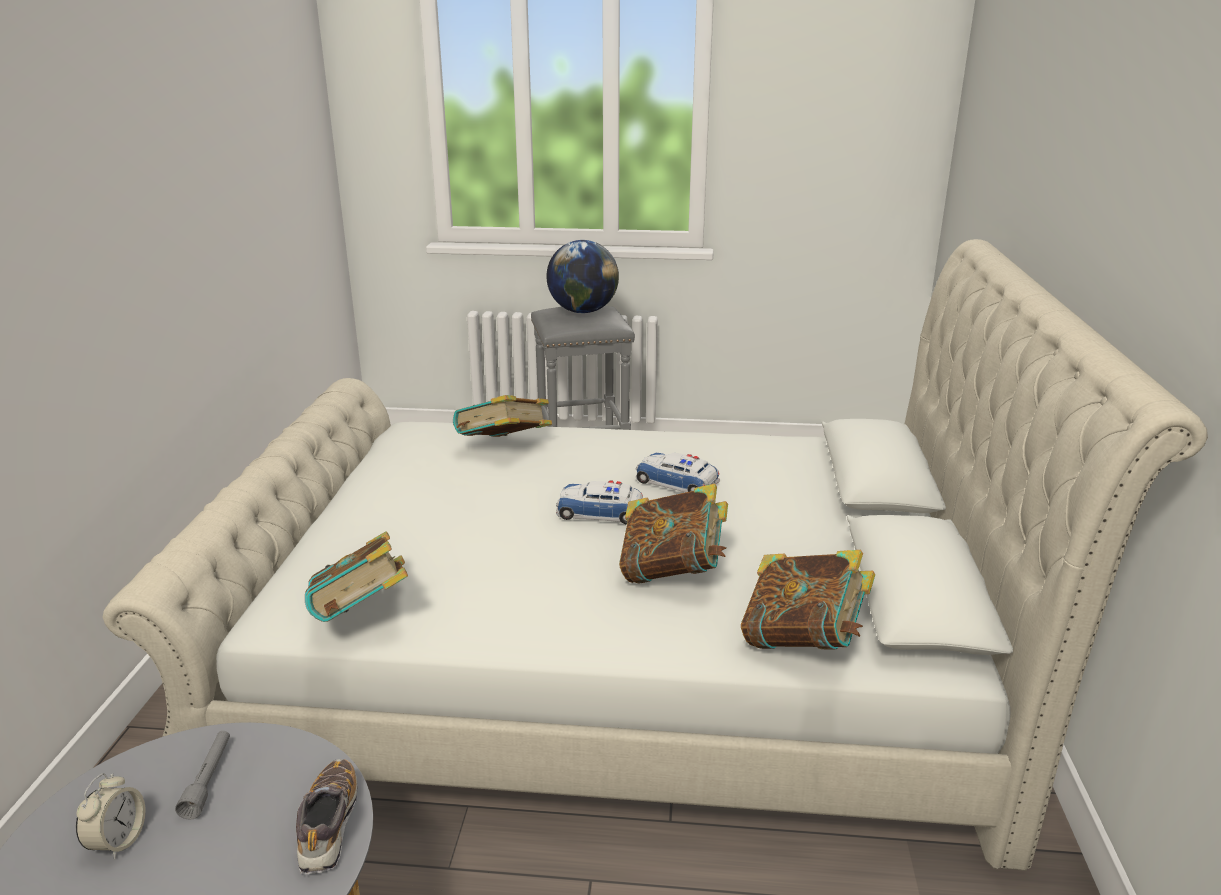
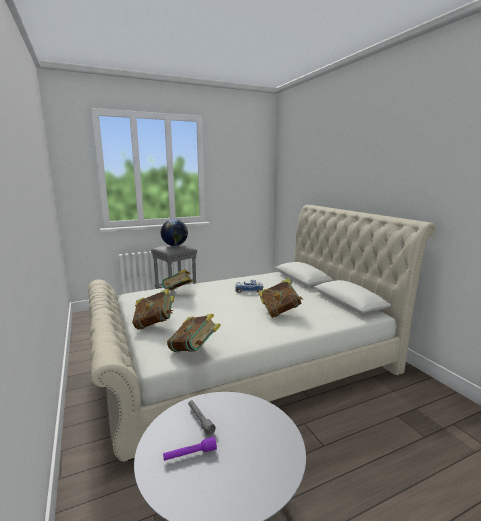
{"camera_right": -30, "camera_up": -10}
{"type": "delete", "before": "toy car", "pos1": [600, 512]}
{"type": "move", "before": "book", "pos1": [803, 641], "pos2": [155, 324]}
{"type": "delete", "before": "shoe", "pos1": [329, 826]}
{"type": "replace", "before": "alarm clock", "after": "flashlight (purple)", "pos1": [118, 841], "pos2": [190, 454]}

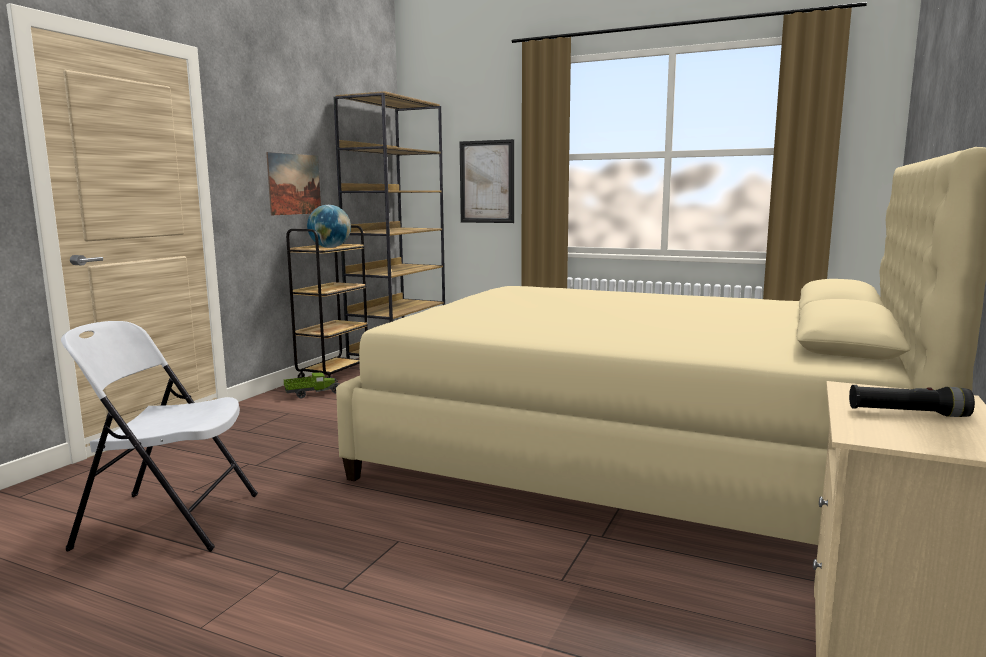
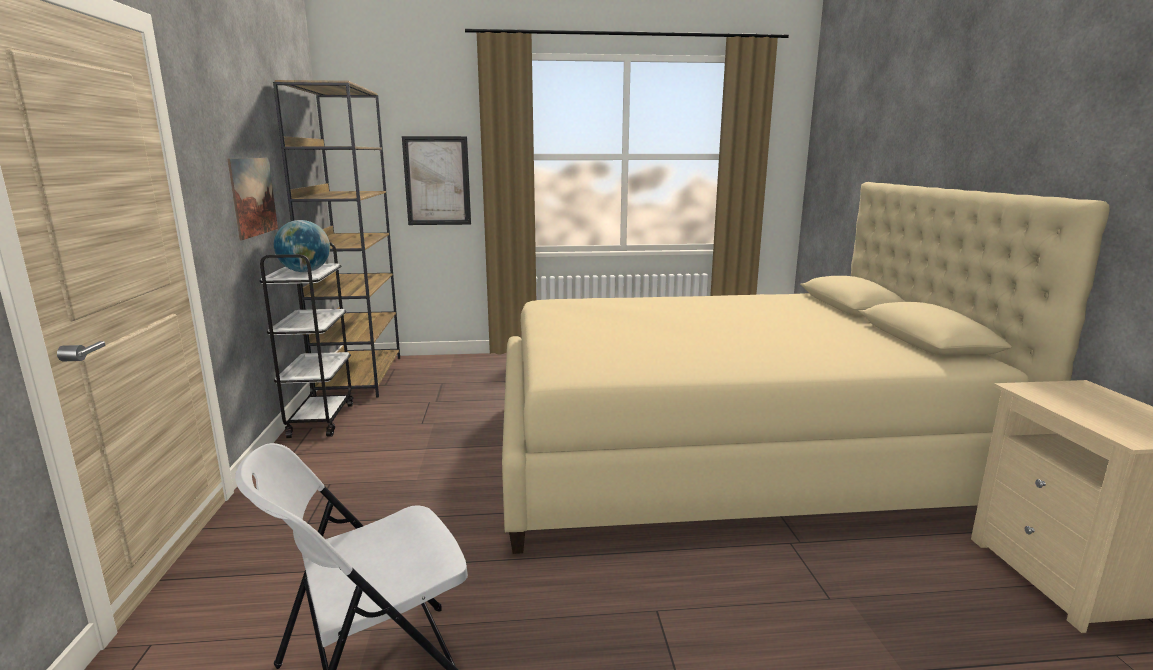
{"camera_right": -30, "camera_up": 5}
{"type": "recolor", "before": "cart (brown)", "after": "cart (white)", "pos1": [333, 376], "pos2": [320, 420]}
{"type": "delete", "before": "toy truck", "pos1": [312, 393]}
{"type": "delete", "before": "flashlight (black)", "pos1": [907, 413]}

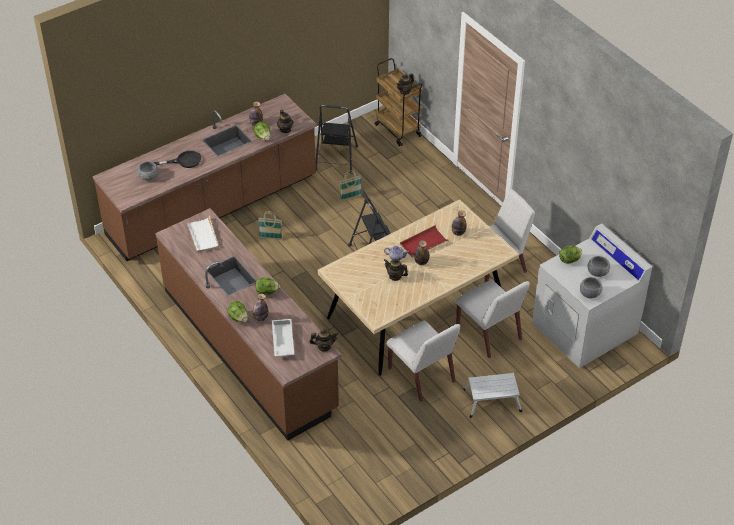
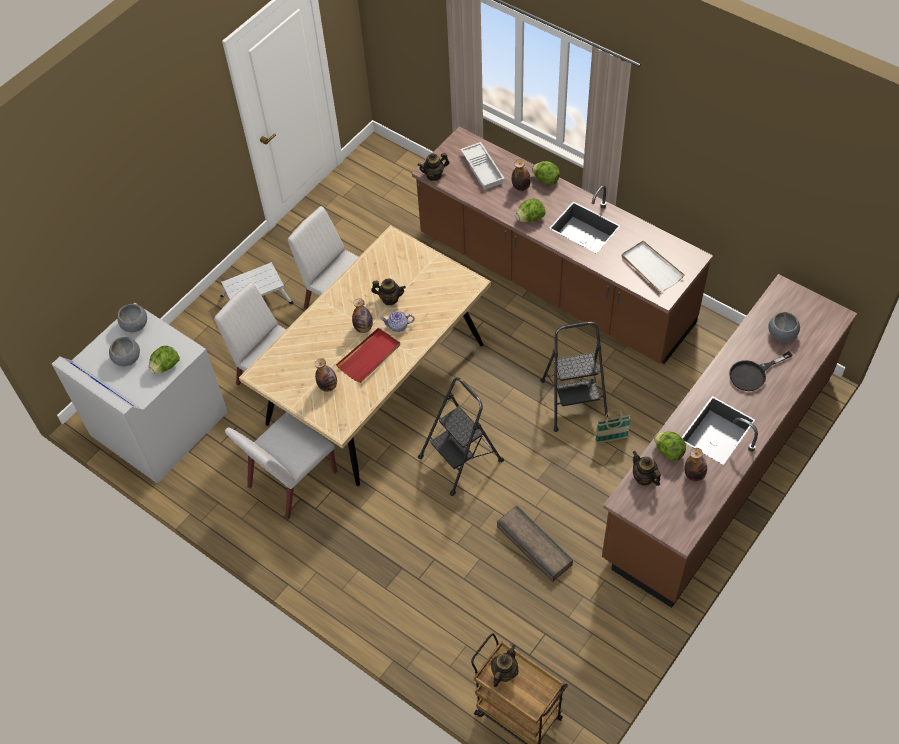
{"camera_right": 165, "camera_up": 10}
{"type": "move", "before": "step ladder (black)", "pos1": [336, 158], "pos2": [574, 398]}
{"type": "replace", "before": "basket", "after": "crate", "pos1": [350, 197], "pos2": [534, 544]}

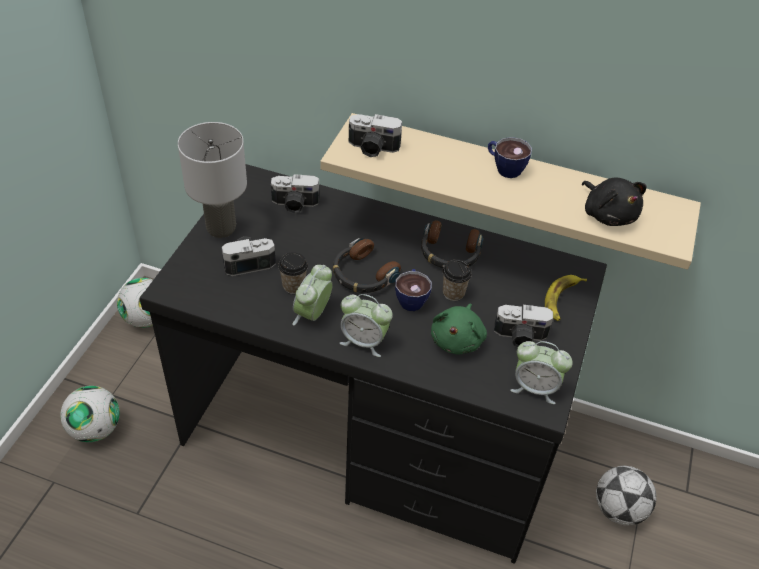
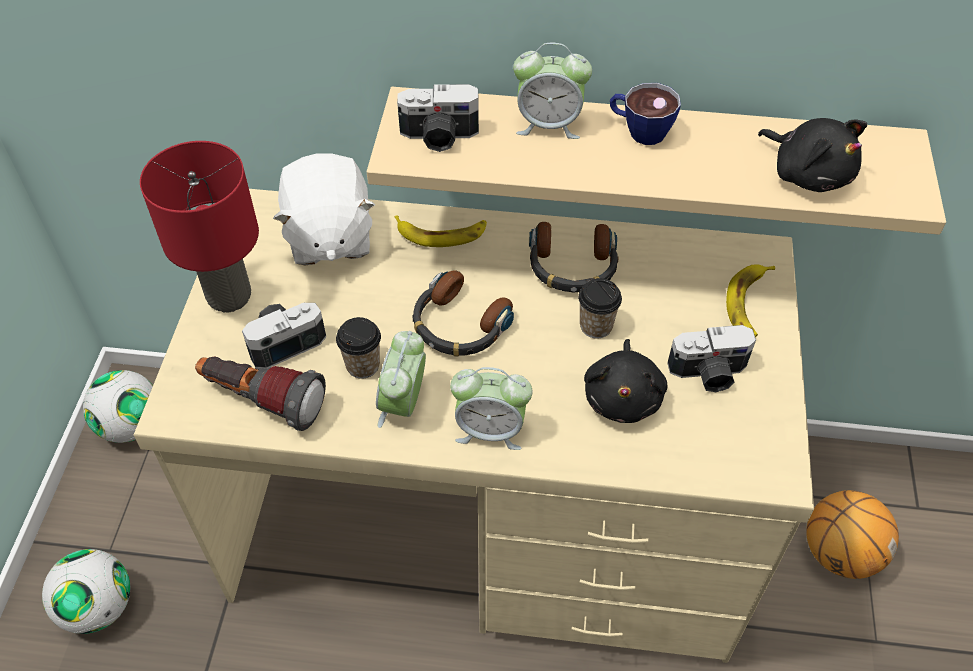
{"camera_right": -10, "camera_up": 5}
{"type": "recolor", "before": "table lamp (white)", "after": "table lamp (red)", "pos1": [221, 228], "pos2": [229, 296]}
{"type": "recolor", "before": "desk (black)", "after": "desk (beige)", "pos1": [372, 430], "pos2": [489, 518]}
{"type": "replace", "before": "photo camera", "after": "plush toy (white)", "pos1": [295, 205], "pos2": [328, 237]}
{"type": "delete", "before": "cup", "pos1": [411, 298]}
{"type": "recolor", "before": "plush toy (green)", "after": "plush toy (black)", "pos1": [457, 339], "pos2": [623, 397]}
{"type": "move", "before": "alarm clock", "pos1": [535, 387], "pos2": [549, 124]}
{"type": "replace", "before": "football", "after": "basketball", "pos1": [618, 509], "pos2": [839, 553]}
{"type": "insert", "after": "banana", "pos2": [441, 234]}
{"type": "insert", "after": "flashlight", "pos2": [262, 401]}

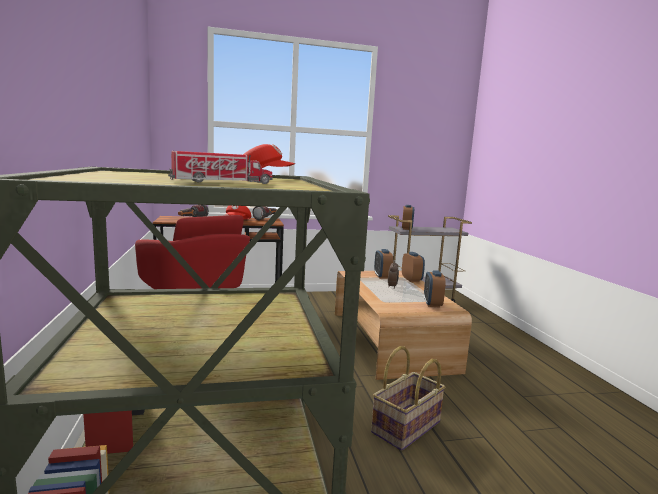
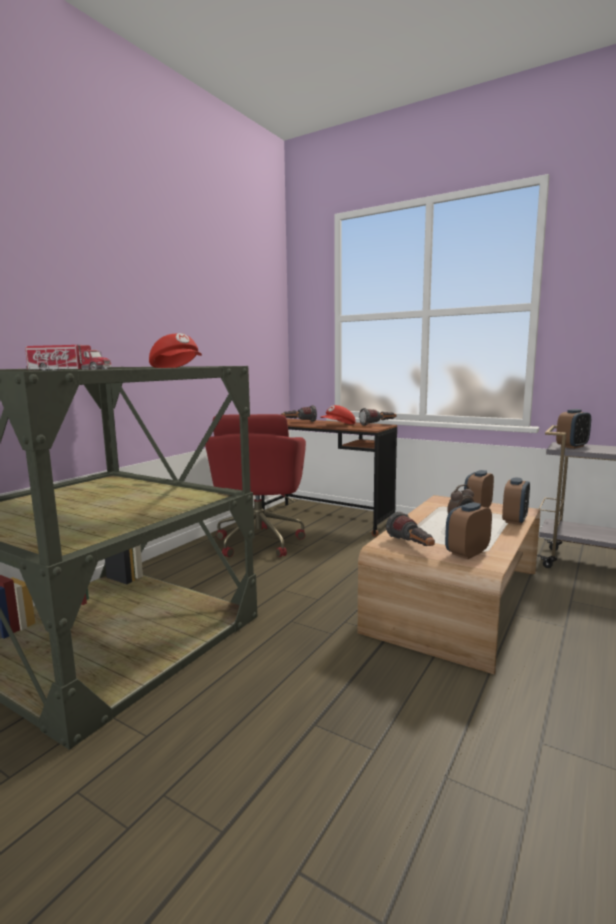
{"camera_right": 45, "camera_up": 0}
{"type": "delete", "before": "basket", "pos1": [407, 428]}
{"type": "insert", "after": "flashlight", "pos2": [412, 546]}

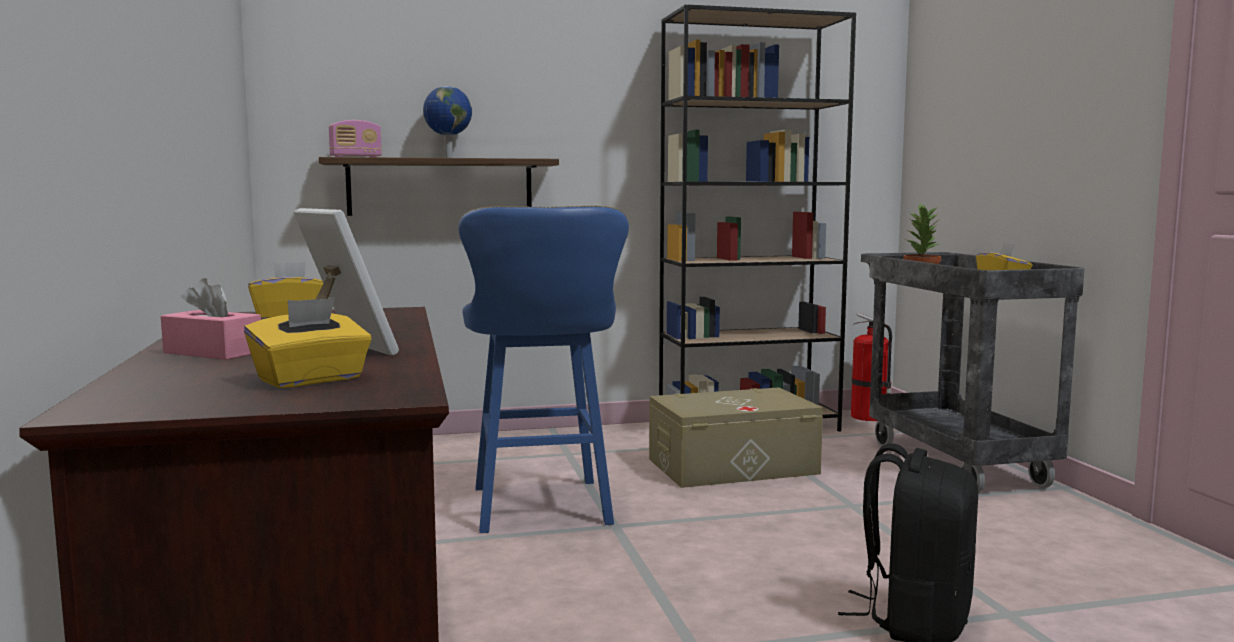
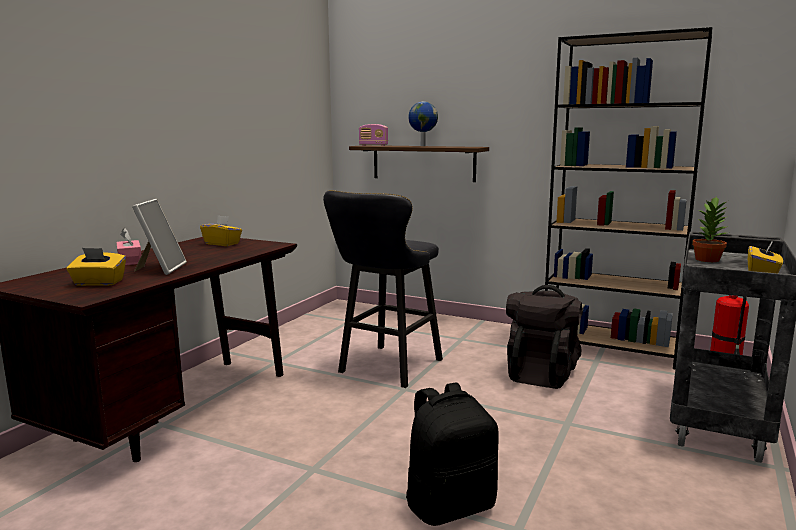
{"camera_right": 40, "camera_up": 5}
{"type": "recolor", "before": "stool (blue)", "after": "stool (black)", "pos1": [542, 512], "pos2": [384, 370]}
{"type": "replace", "before": "storage box (beige)", "after": "backpack (black)", "pos1": [732, 466], "pos2": [541, 373]}

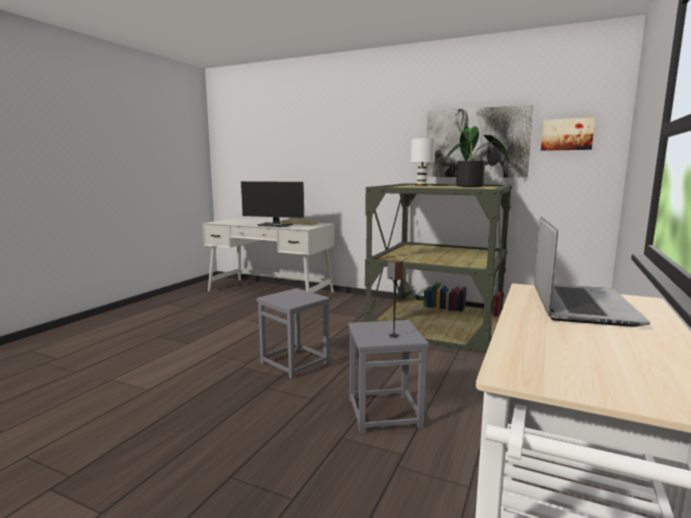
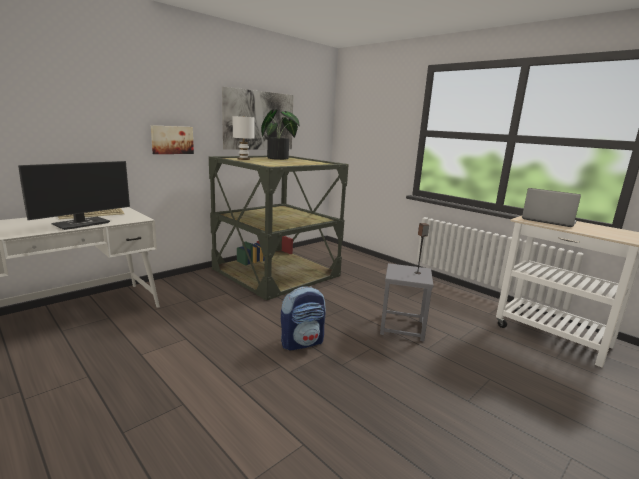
{"camera_right": -70, "camera_up": 5}
{"type": "move", "before": "picture", "pos1": [567, 134], "pos2": [172, 140]}
{"type": "replace", "before": "stool (grey)", "after": "backpack", "pos1": [295, 363], "pos2": [302, 342]}

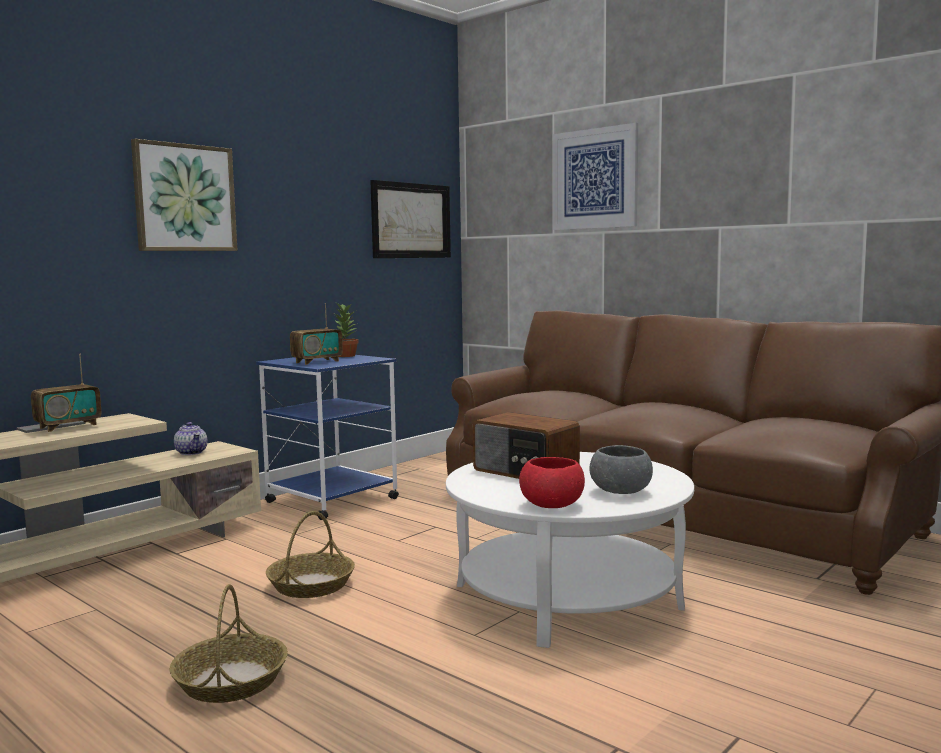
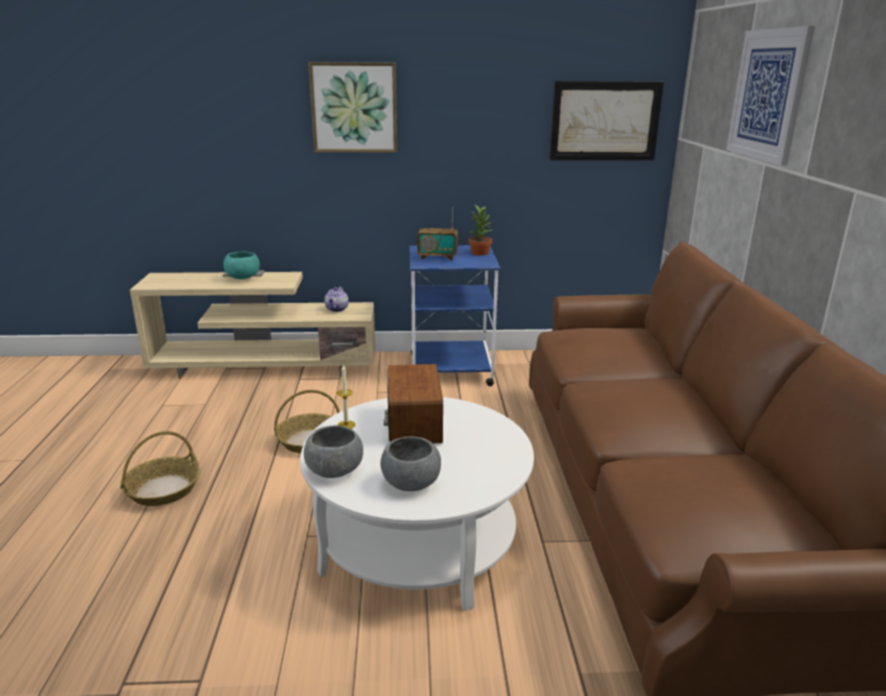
{"camera_right": 45, "camera_up": 15}
{"type": "replace", "before": "radio", "after": "bowl (turquoise)", "pos1": [68, 426], "pos2": [243, 277]}
{"type": "recolor", "before": "bowl (red)", "after": "bowl (grey)", "pos1": [552, 505], "pos2": [335, 471]}
{"type": "insert", "after": "candle", "pos2": [346, 425]}

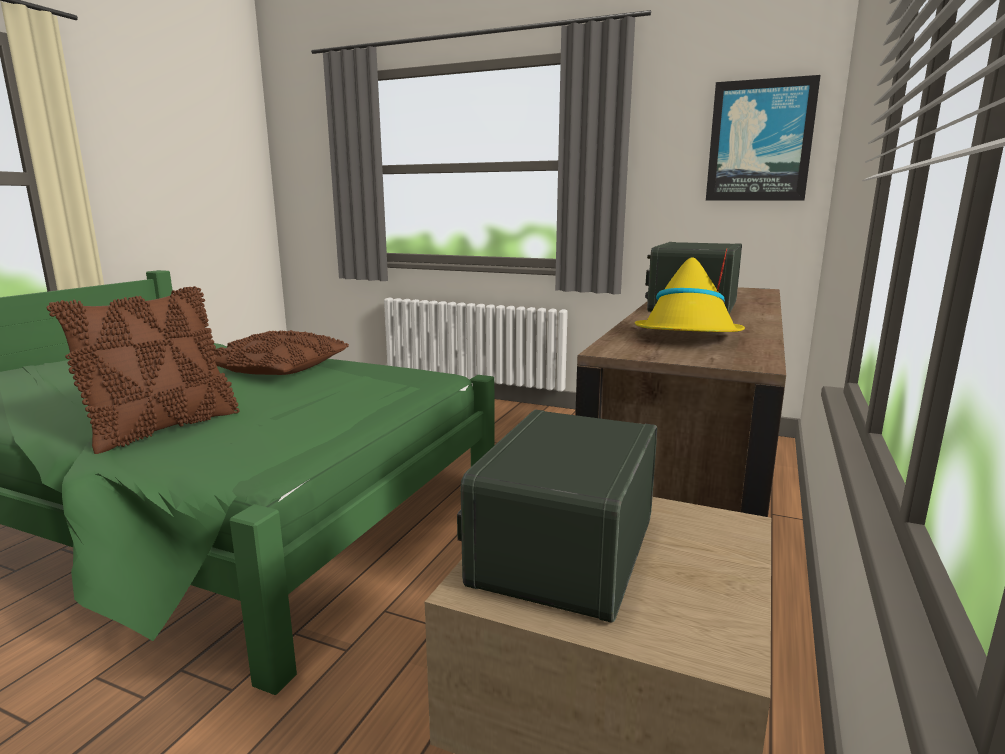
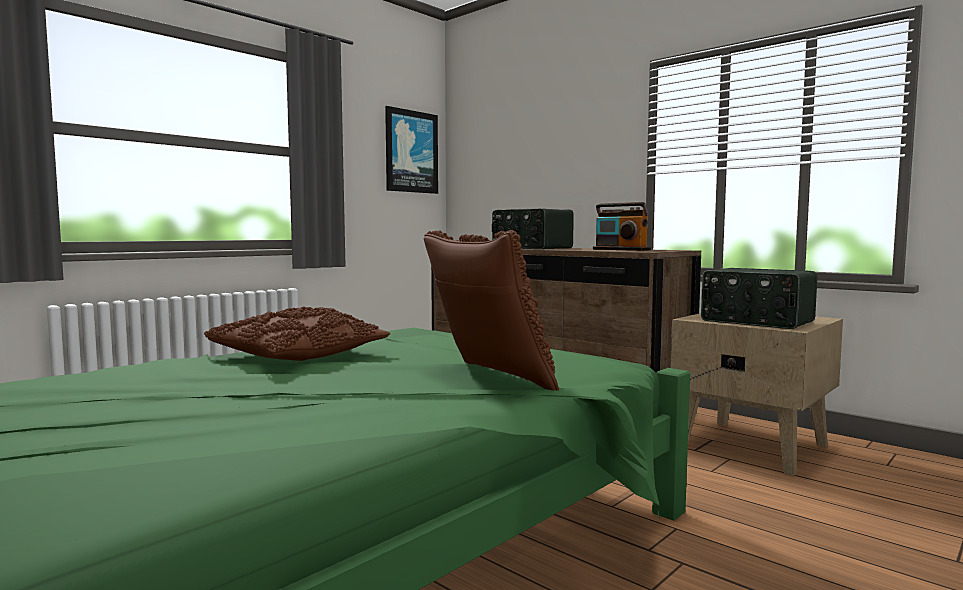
{"camera_right": -70, "camera_up": -10}
{"type": "replace", "before": "hat (yellow)", "after": "radio", "pos1": [688, 337], "pos2": [621, 249]}

